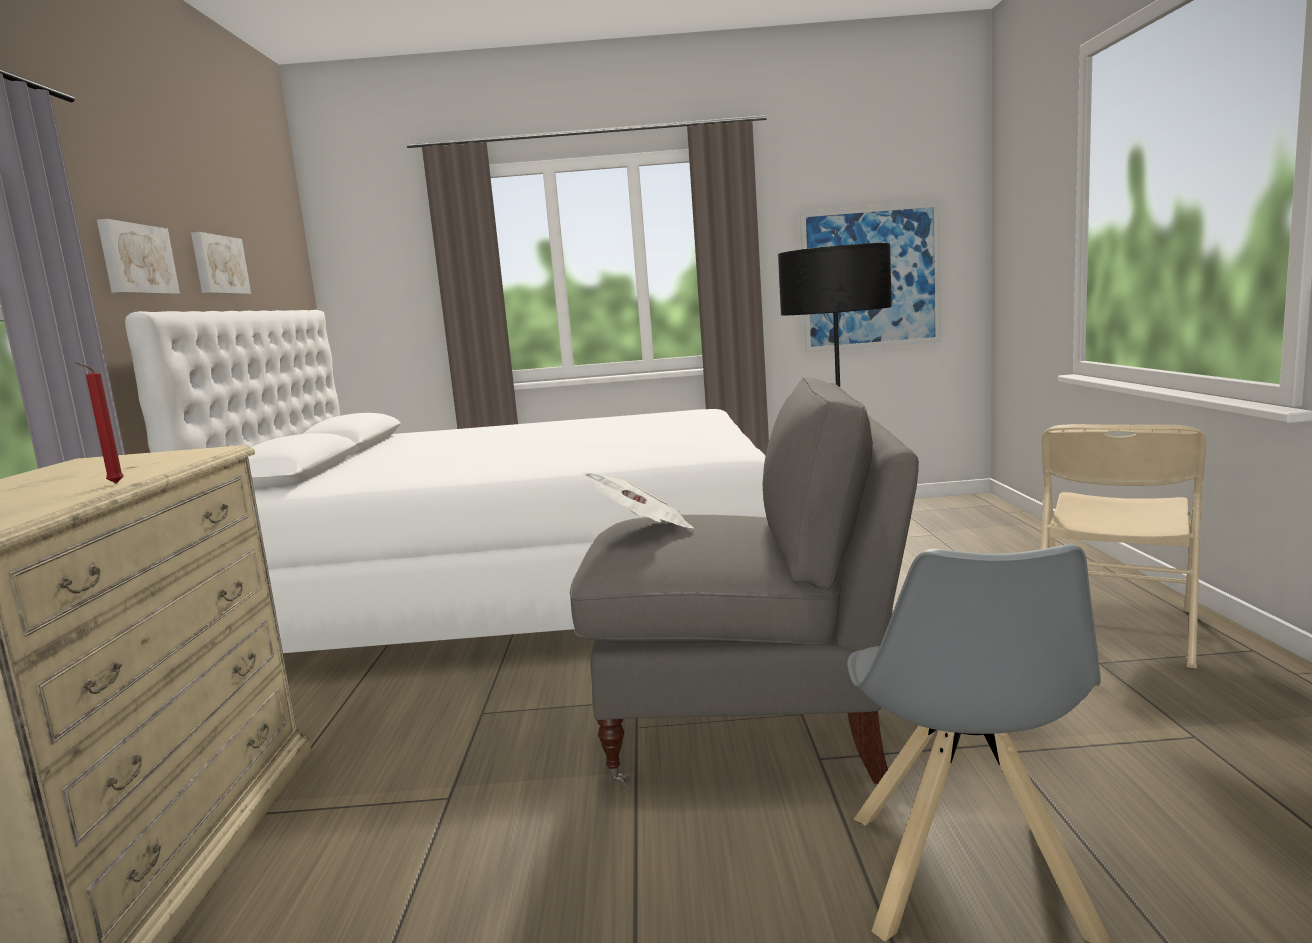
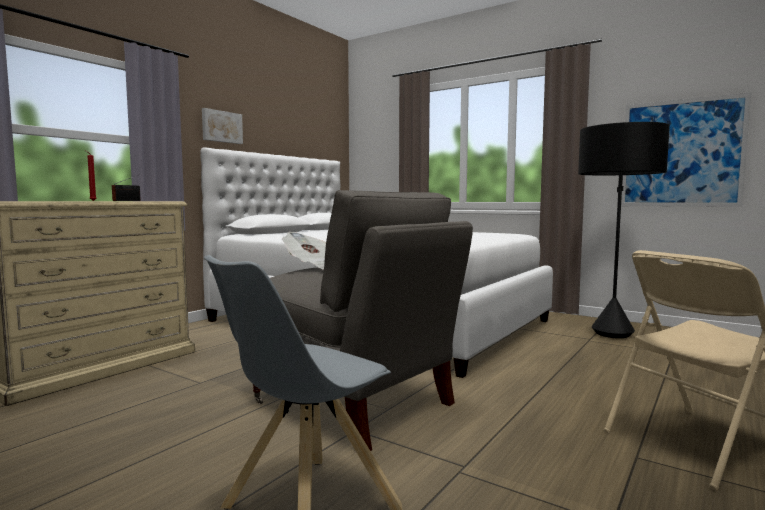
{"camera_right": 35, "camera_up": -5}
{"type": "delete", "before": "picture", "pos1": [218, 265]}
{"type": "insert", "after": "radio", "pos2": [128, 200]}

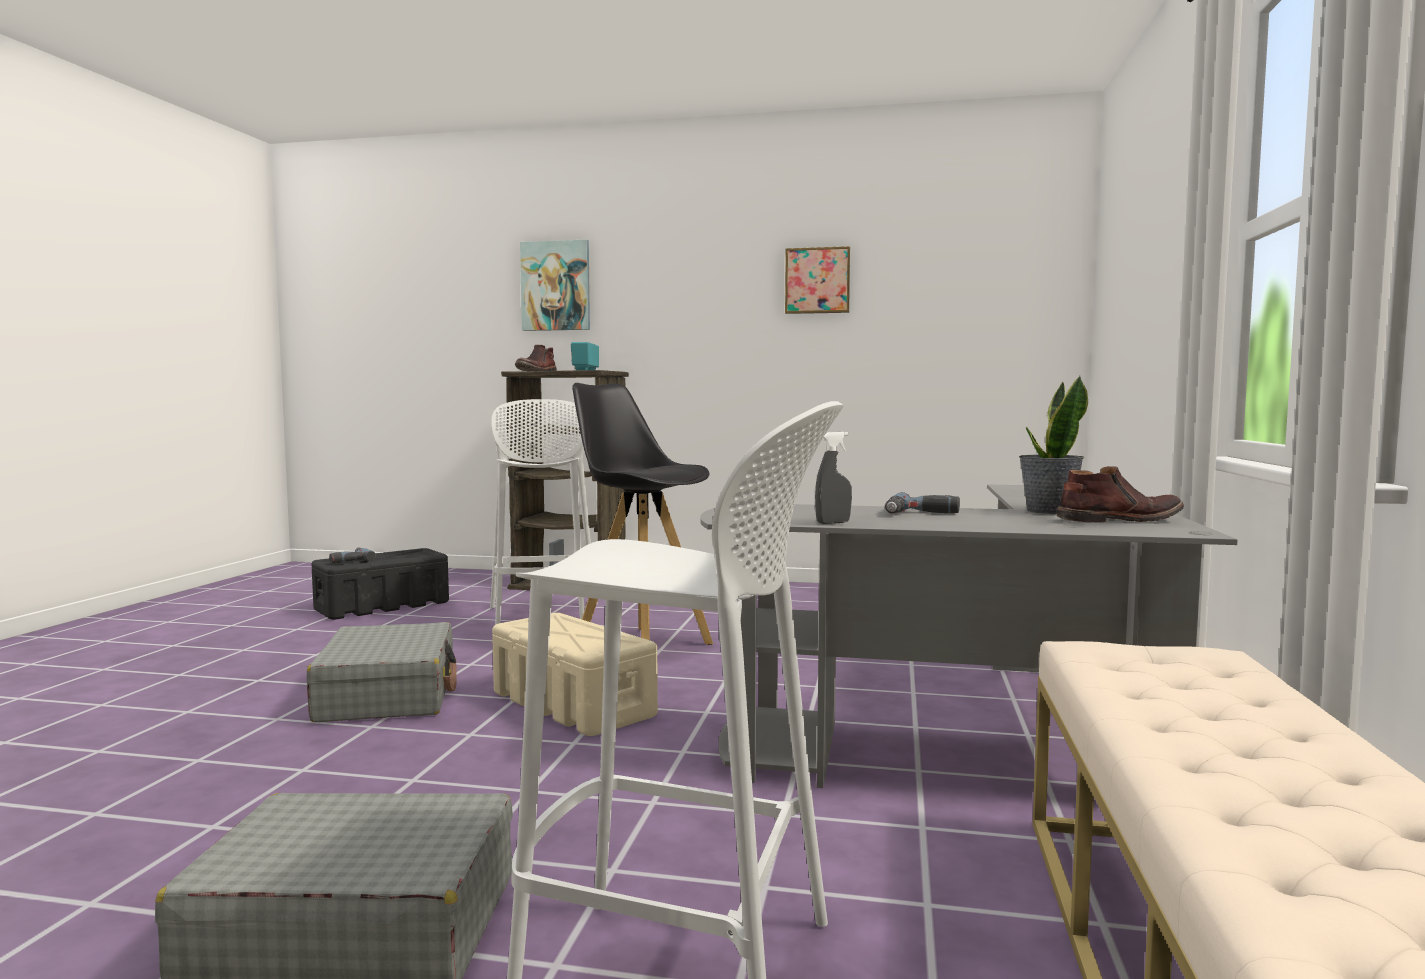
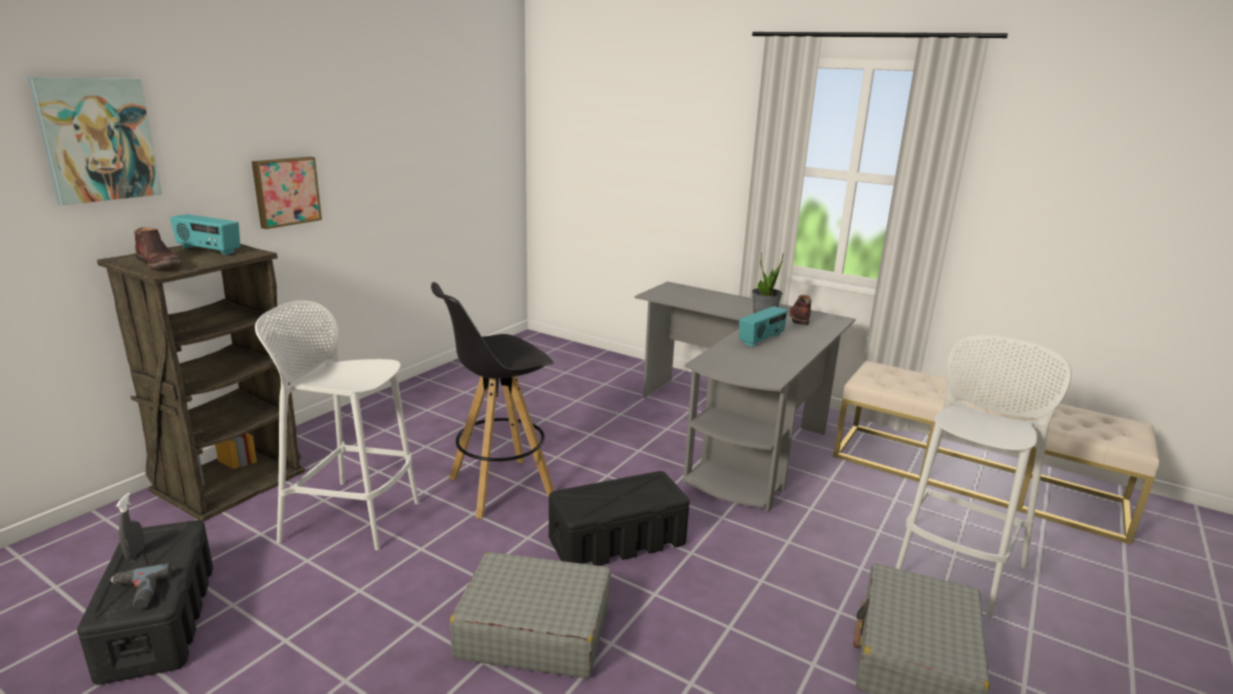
{"camera_right": -70, "camera_up": 15}
{"type": "move", "before": "picture", "pos1": [817, 281], "pos2": [285, 191]}
{"type": "move", "before": "spray bottle (grey)", "pos1": [833, 523], "pos2": [135, 552]}
{"type": "replace", "before": "power drill", "after": "radio", "pos1": [921, 513], "pos2": [761, 340]}
{"type": "recolor", "before": "storage box (beige)", "after": "storage box (black)", "pos1": [573, 704], "pos2": [618, 541]}

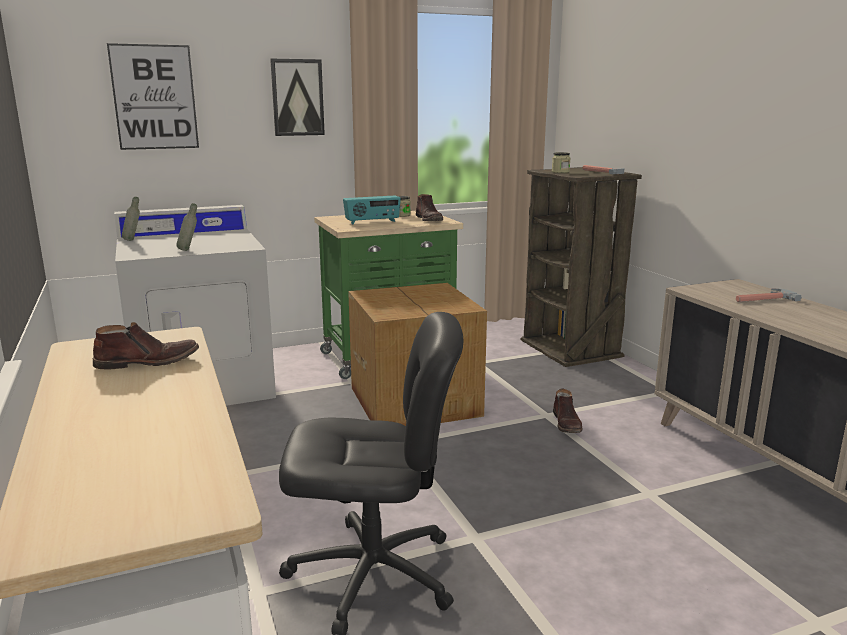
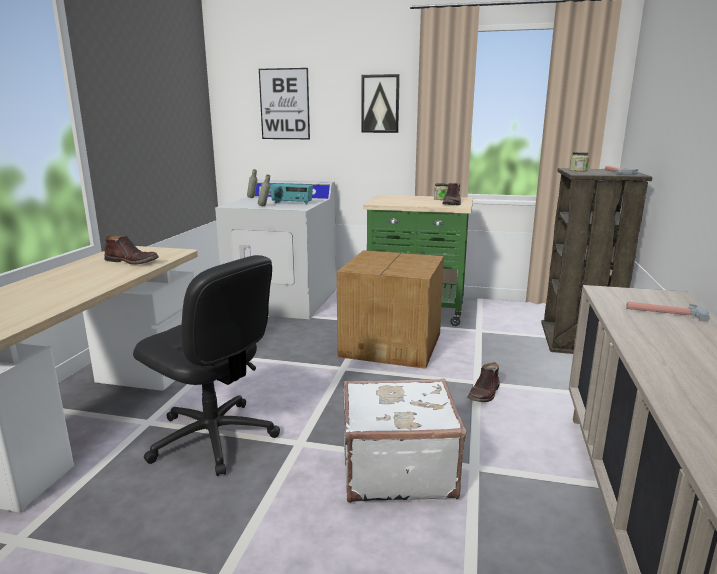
{"camera_right": 35, "camera_up": 0}
{"type": "move", "before": "radio", "pos1": [372, 222], "pos2": [291, 203]}
{"type": "insert", "after": "suitcase (white)", "pos2": [396, 469]}

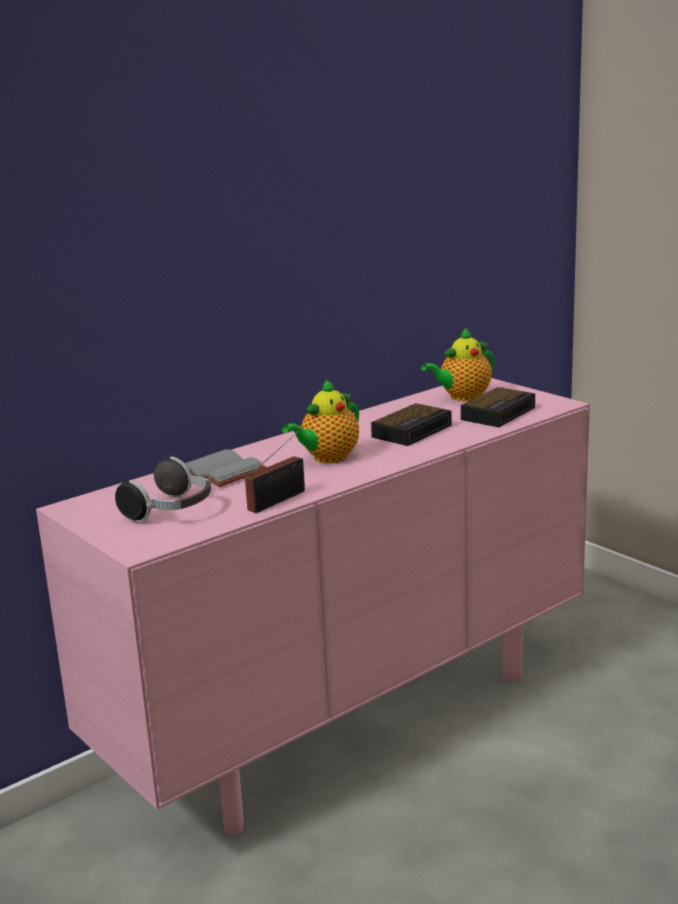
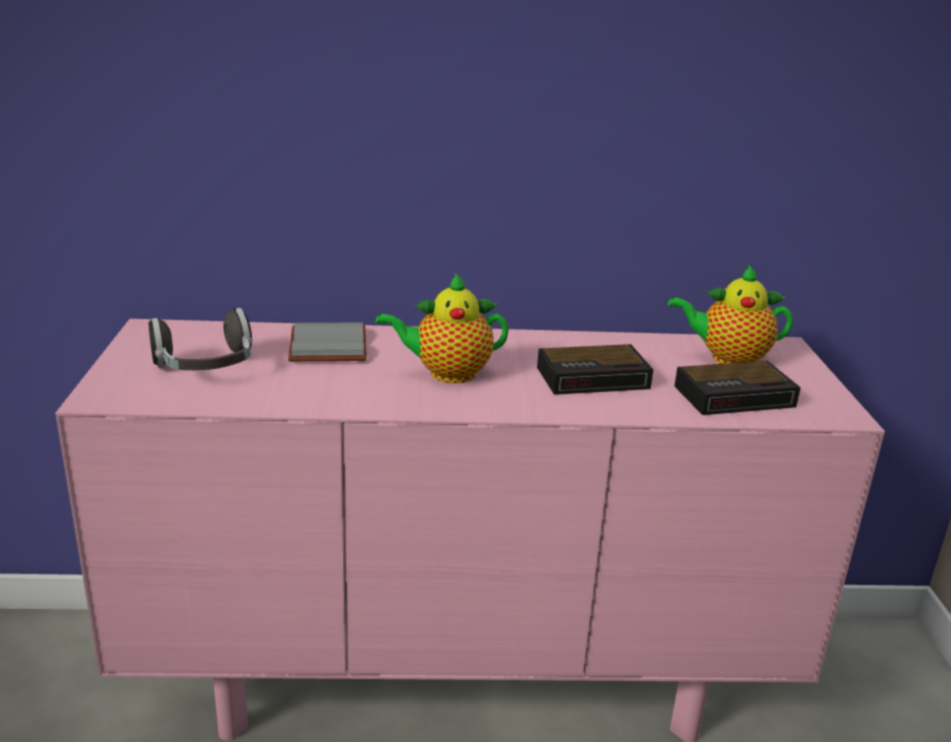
{"camera_right": 35, "camera_up": 5}
{"type": "delete", "before": "radio", "pos1": [280, 499]}

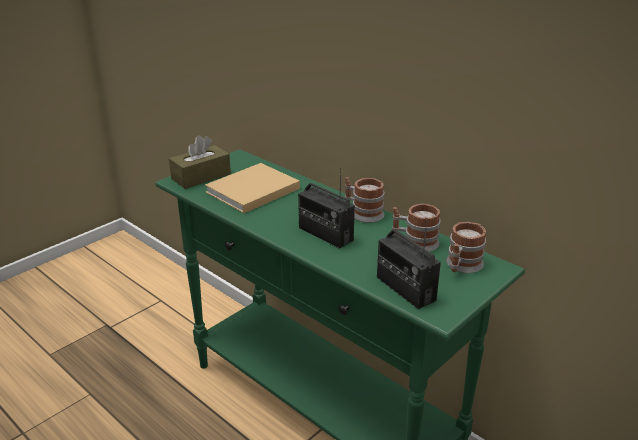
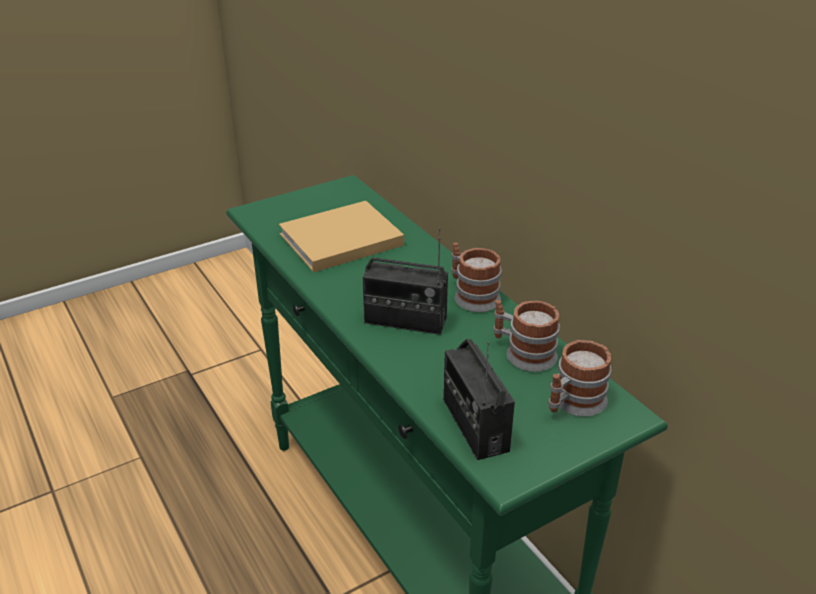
{"camera_right": 15, "camera_up": 5}
{"type": "delete", "before": "tissue box (brown)", "pos1": [201, 176]}
{"type": "rotate", "before": "radio", "pos1": [325, 234], "pos2": [405, 321], "turn": -45}

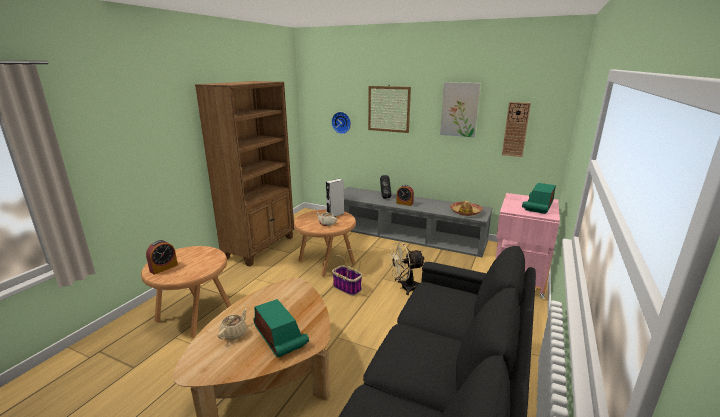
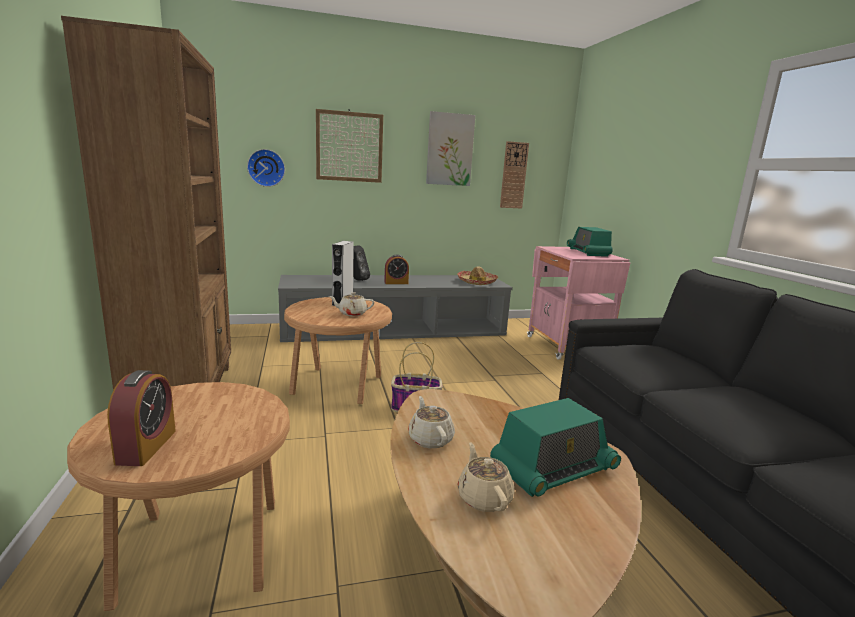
{"camera_right": -40, "camera_up": -5}
{"type": "delete", "before": "fan (beige)", "pos1": [405, 287]}
{"type": "rotate", "before": "radio", "pos1": [280, 336], "pos2": [553, 468], "turn": 135}
{"type": "insert", "after": "teapot (beige)", "pos2": [430, 439]}

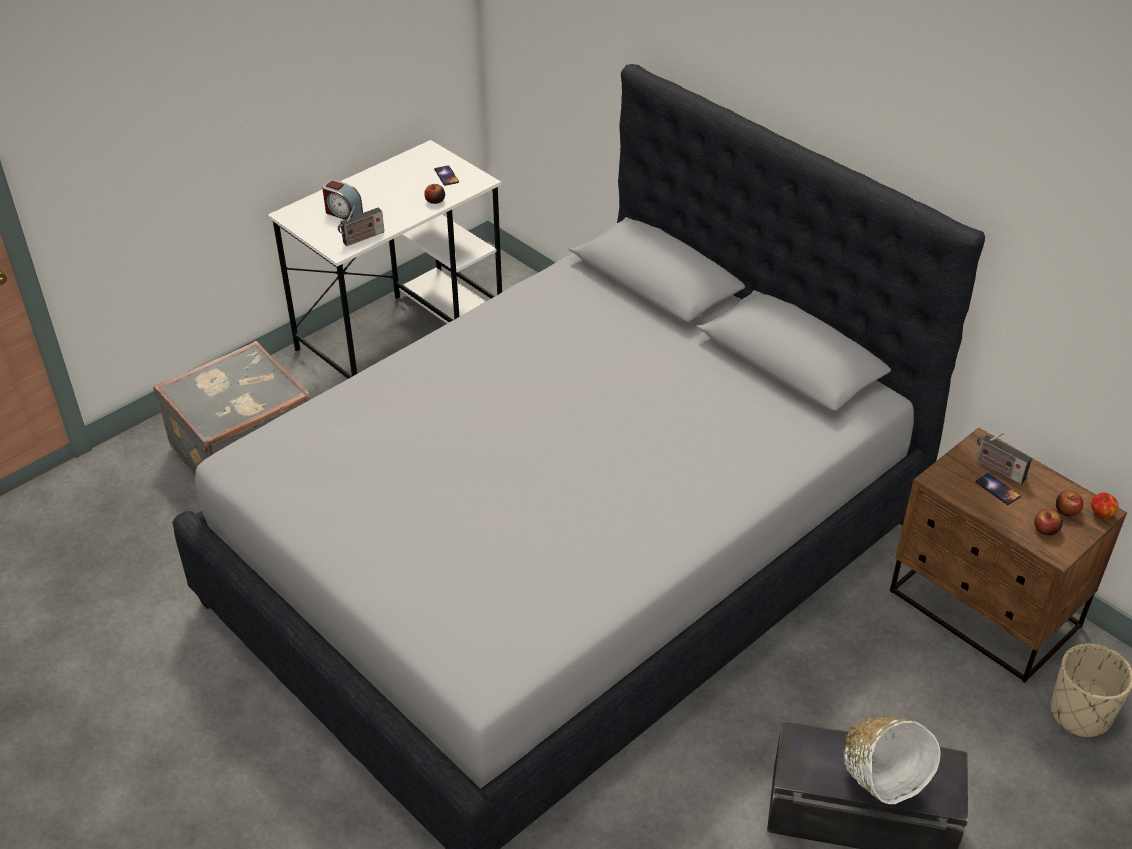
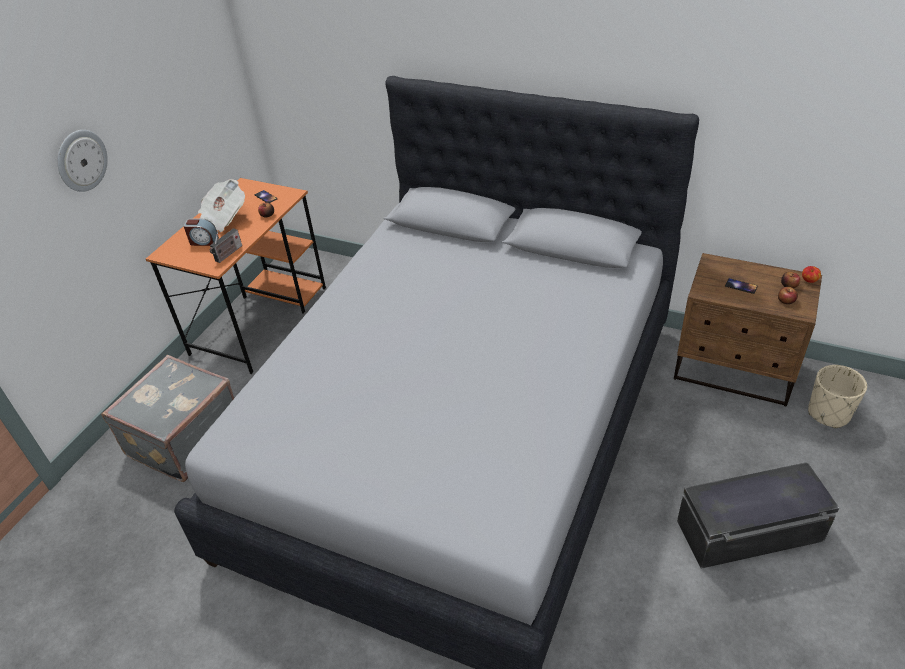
{"camera_right": -20, "camera_up": 0}
{"type": "recolor", "before": "desk (white)", "after": "desk (orange)", "pos1": [401, 332], "pos2": [260, 319]}
{"type": "delete", "before": "radio", "pos1": [997, 469]}
{"type": "delete", "before": "bowl (white)", "pos1": [881, 782]}
{"type": "insert", "after": "wall clock", "pos2": [81, 160]}
{"type": "insert", "after": "newspaper", "pos2": [222, 220]}

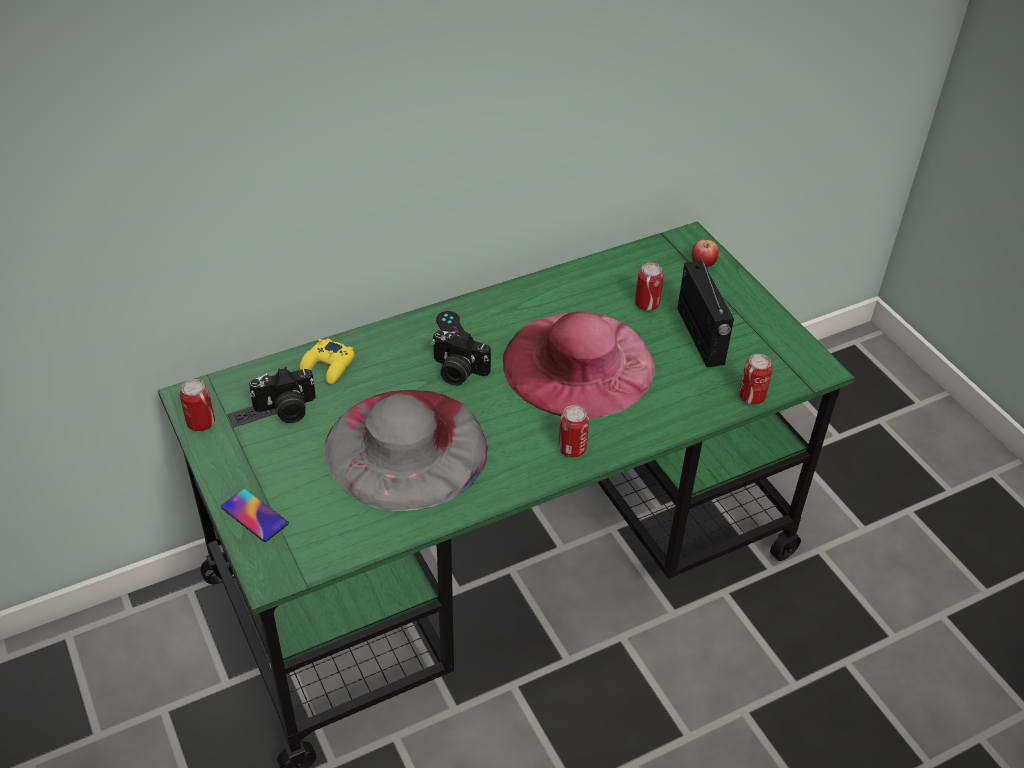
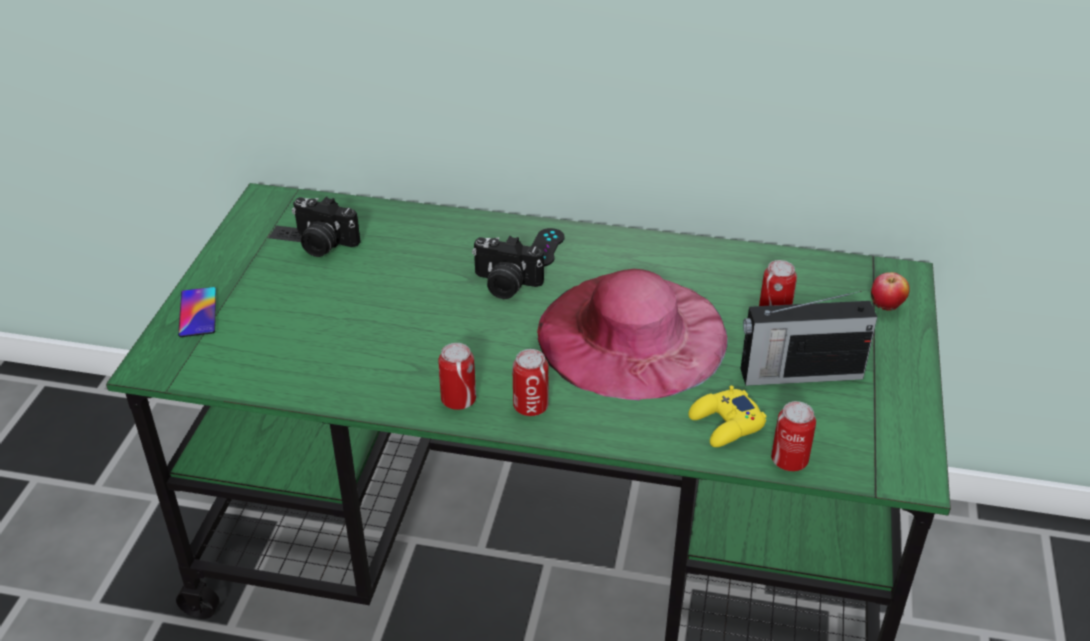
{"camera_right": 40, "camera_up": -5}
{"type": "rotate", "before": "radio", "pos1": [700, 337], "pos2": [798, 373], "turn": 60}
{"type": "rotate", "before": "photo camera", "pos1": [457, 372], "pos2": [505, 285], "turn": -45}
{"type": "move", "before": "game controller (yellow)", "pos1": [328, 366], "pos2": [726, 424]}
{"type": "move", "before": "can", "pos1": [201, 423], "pos2": [458, 400]}
{"type": "delete", "before": "hat (grey)", "pos1": [406, 447]}

